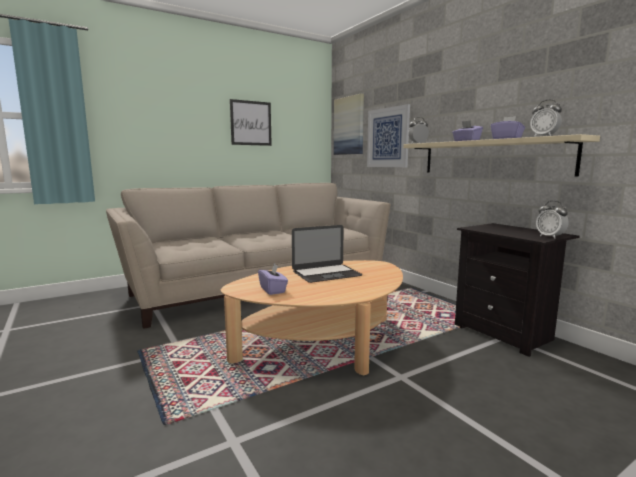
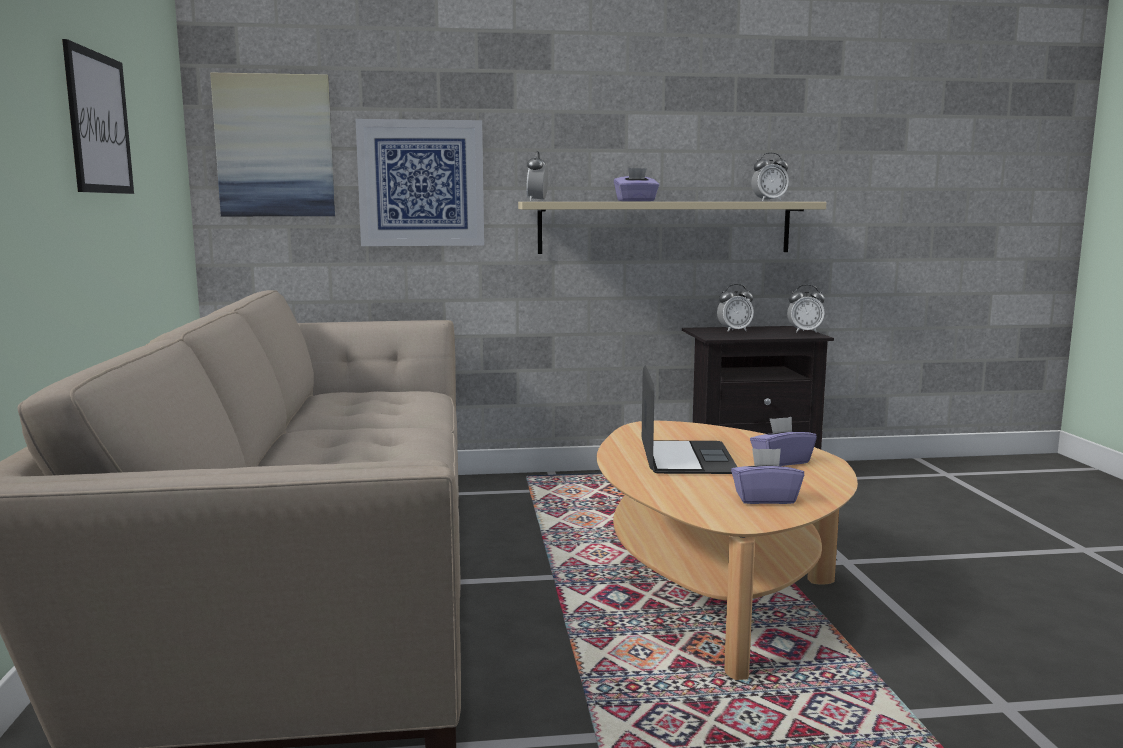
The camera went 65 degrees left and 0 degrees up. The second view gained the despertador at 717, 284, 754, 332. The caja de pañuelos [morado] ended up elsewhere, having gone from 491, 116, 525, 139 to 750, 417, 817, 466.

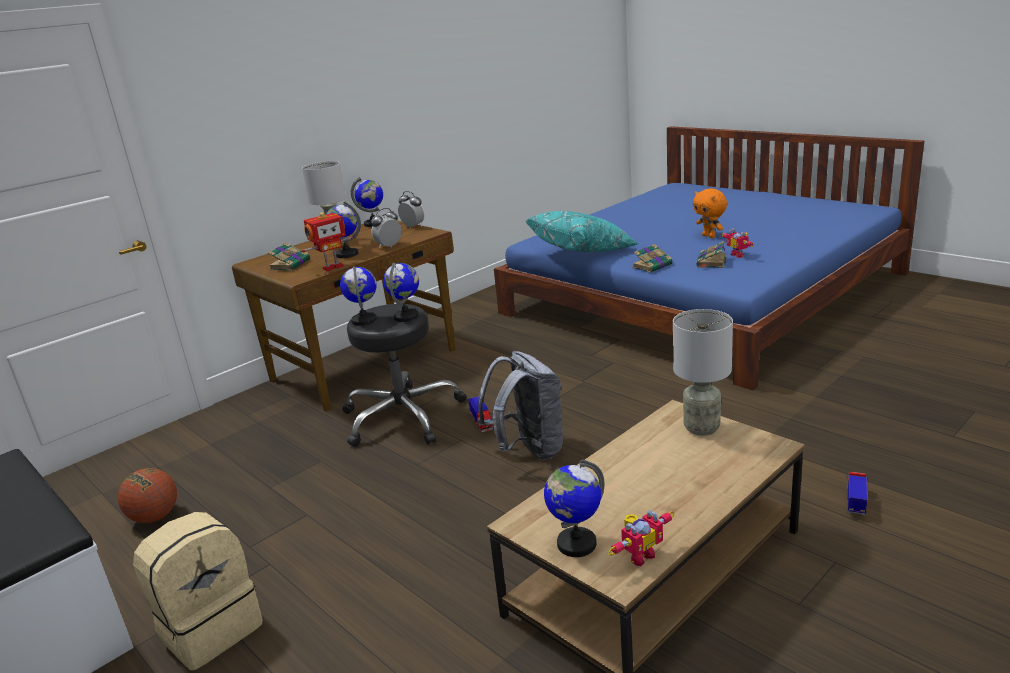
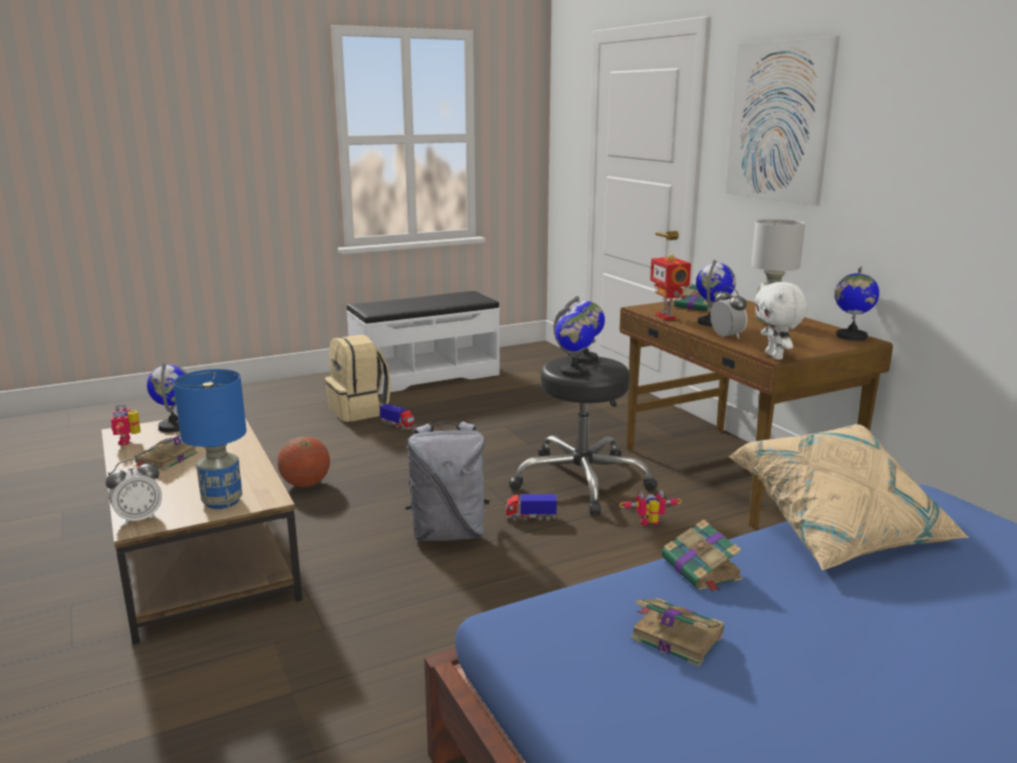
The camera went 105 degrees right and 5 degrees down. The second view lost the peluche [naranja] at 693, 189, 727, 238. The second view gained the libro at 133, 435, 198, 470. The second view gained the cuadro at 725, 36, 840, 206. The second view gained the peluche [blanco] at 755, 282, 808, 360. The balón de baloncesto ended up elsewhere, having gone from 118, 468, 177, 523 to 278, 436, 330, 487. The despertador ended up elsewhere, having gone from 398, 191, 425, 228 to 106, 458, 162, 526. The robot de juguete ended up elsewhere, having gone from 722, 228, 754, 258 to 620, 490, 682, 526. The camión de juguete ended up elsewhere, having gone from 846, 472, 868, 516 to 380, 404, 415, 431. What was the cojín [turquesa] at 526, 211, 639, 252 turned into the cojín [beis] at 728, 424, 969, 571. What was the lámpara de mesa [gris] at 673, 309, 733, 436 turned into the lámpara de mesa [azul] at 173, 369, 247, 509.

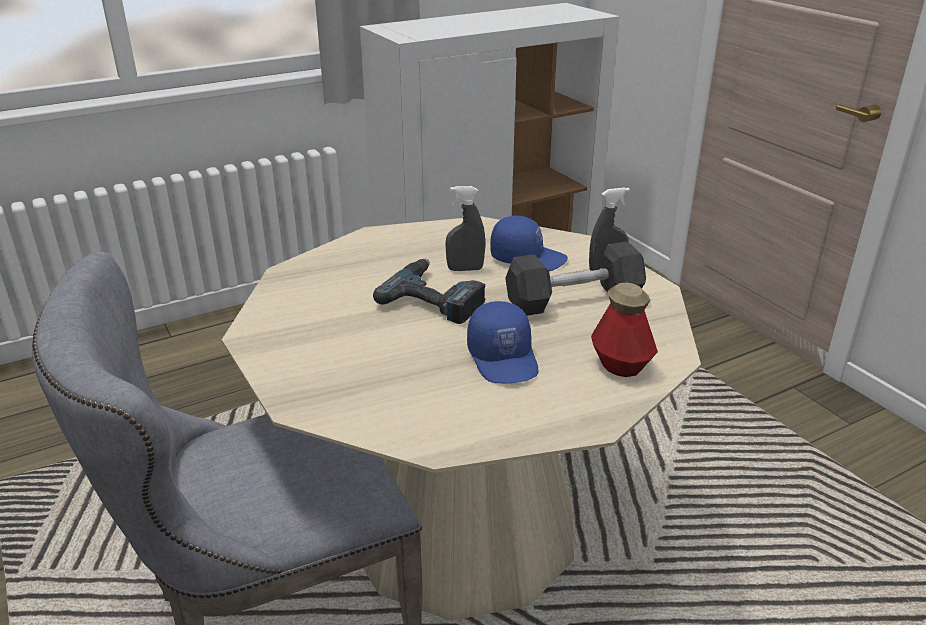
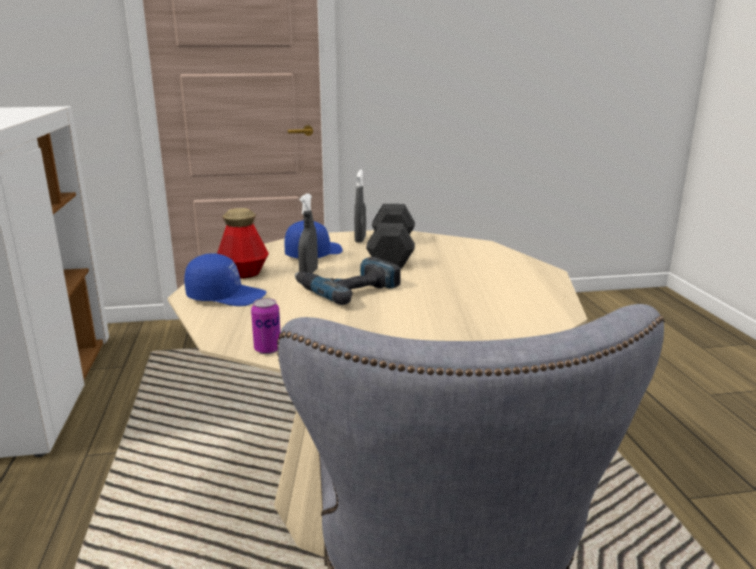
The camera went 70 degrees left and 10 degrees down. The second view gained the lata at 251, 298, 281, 354. The gorra [azul] ended up elsewhere, having gone from 467, 301, 539, 384 to 184, 253, 266, 306. The botella ended up elsewhere, having gone from 591, 282, 658, 377 to 217, 208, 269, 278.

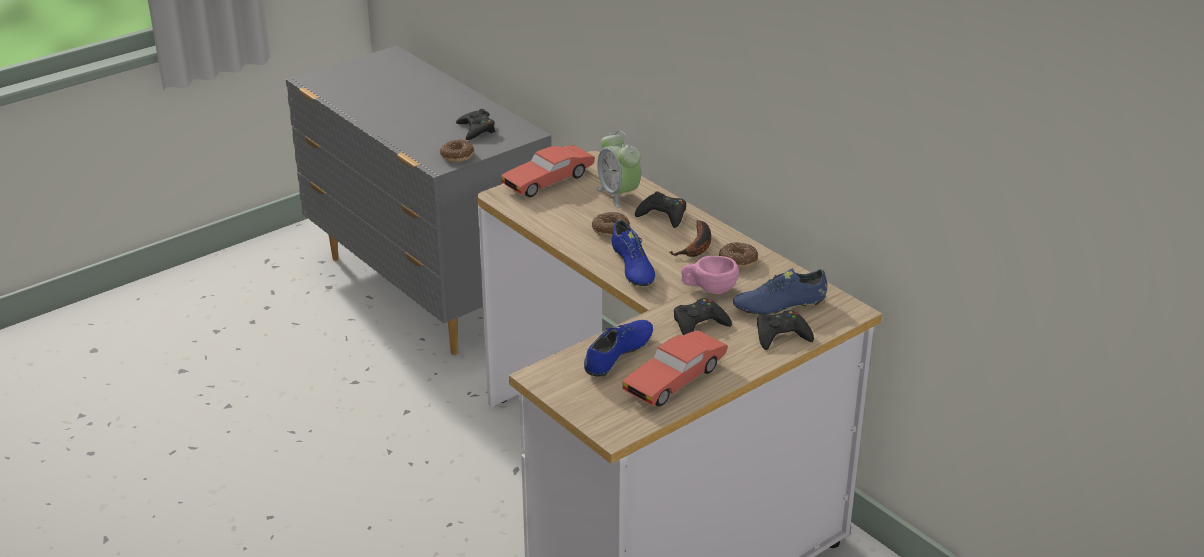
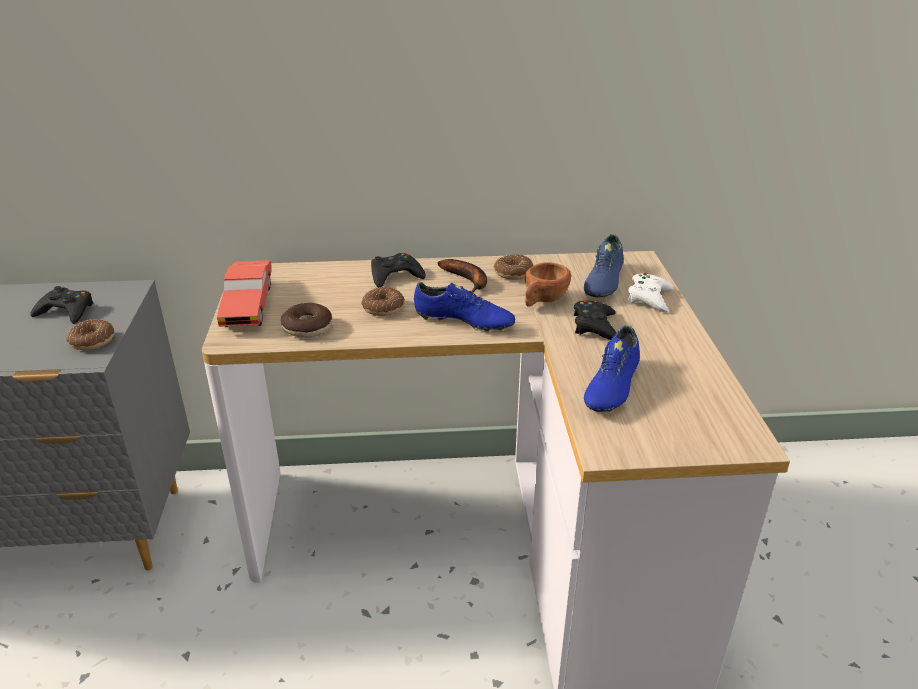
The camera went 55 degrees left and 0 degrees up. The second view lost the despertador at 596, 131, 641, 208. The second view lost the coche de juguete [rojo] at 622, 330, 728, 406. The second view gained the rosquilla at 281, 303, 332, 338. What was the taza [rosa] at 681, 256, 739, 294 turned into the taza [marrón] at 525, 262, 571, 306. What was the mando de consola [negro] at 757, 310, 814, 350 turned into the mando de consola [blanco] at 628, 273, 674, 313. The zapato [azul] at 584, 320, 653, 377 ended up facing another way, 135 degrees counterclockwise from before.

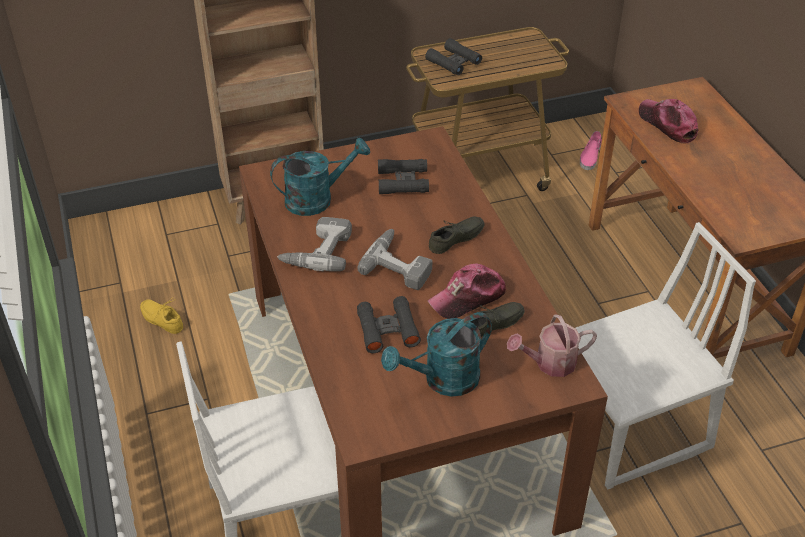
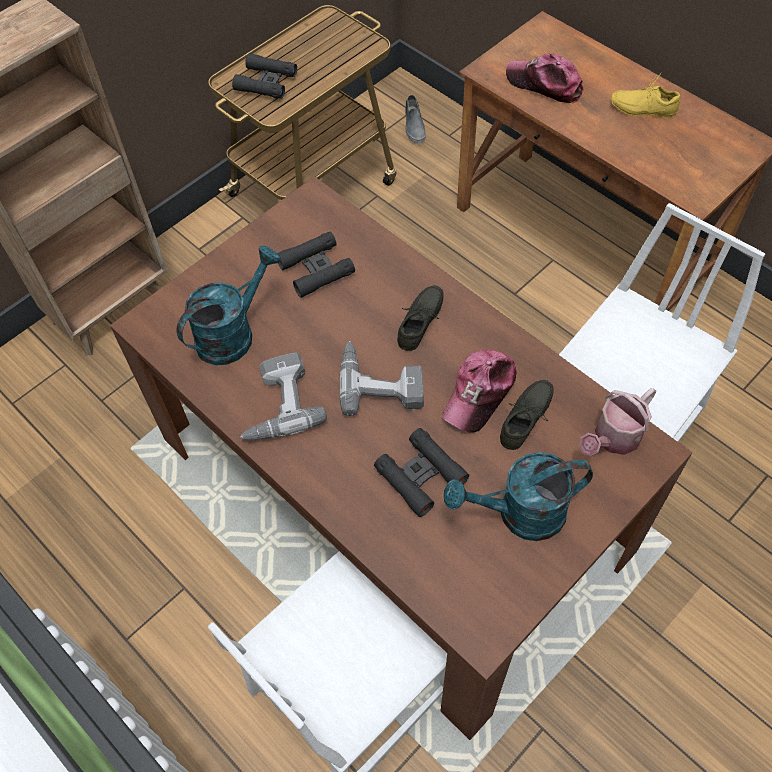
The camera went 25 degrees left and 15 degrees up. The zapato [amarillo] ended up elsewhere, having gone from 140, 297, 183, 334 to 611, 72, 680, 117. What was the zapato [rosa] at 580, 131, 602, 170 turned into the zapato [gris] at 405, 95, 426, 144. The regadera [turquesa] at 381, 312, 492, 397 ended up facing another way, 45 degrees clockwise from before.

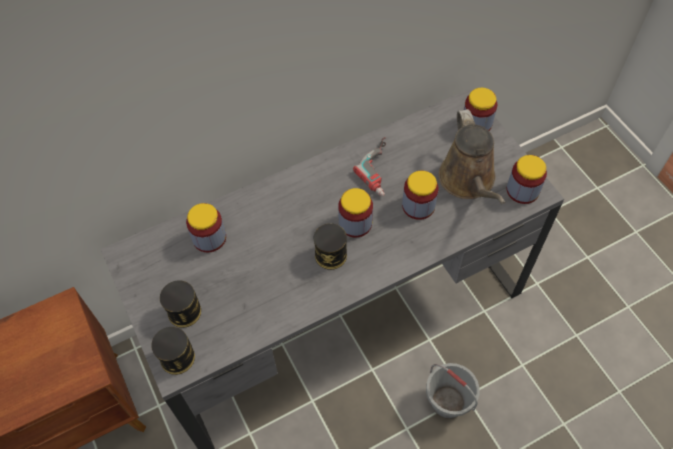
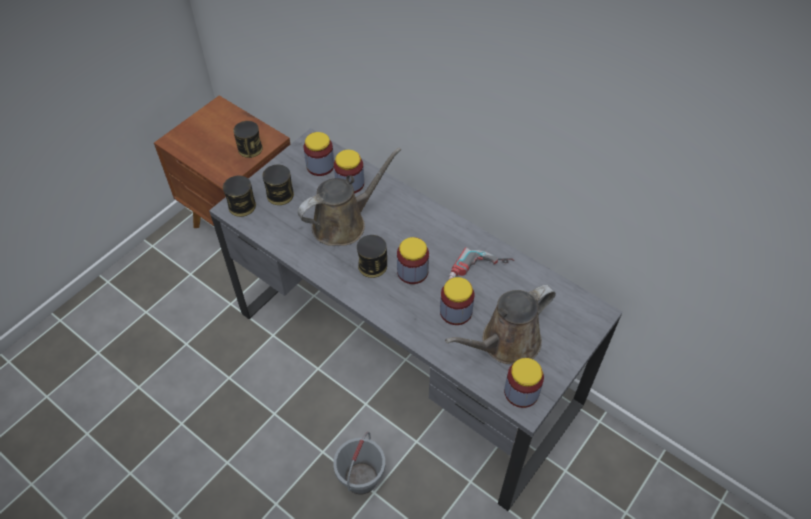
The camera went 65 degrees right and 5 degrees down. The second view gained the lata at 233, 121, 263, 158. The second view gained the regadera [marrón] at 297, 148, 401, 246. The tarro ended up elsewhere, having gone from 464, 88, 497, 131 to 304, 132, 334, 176.

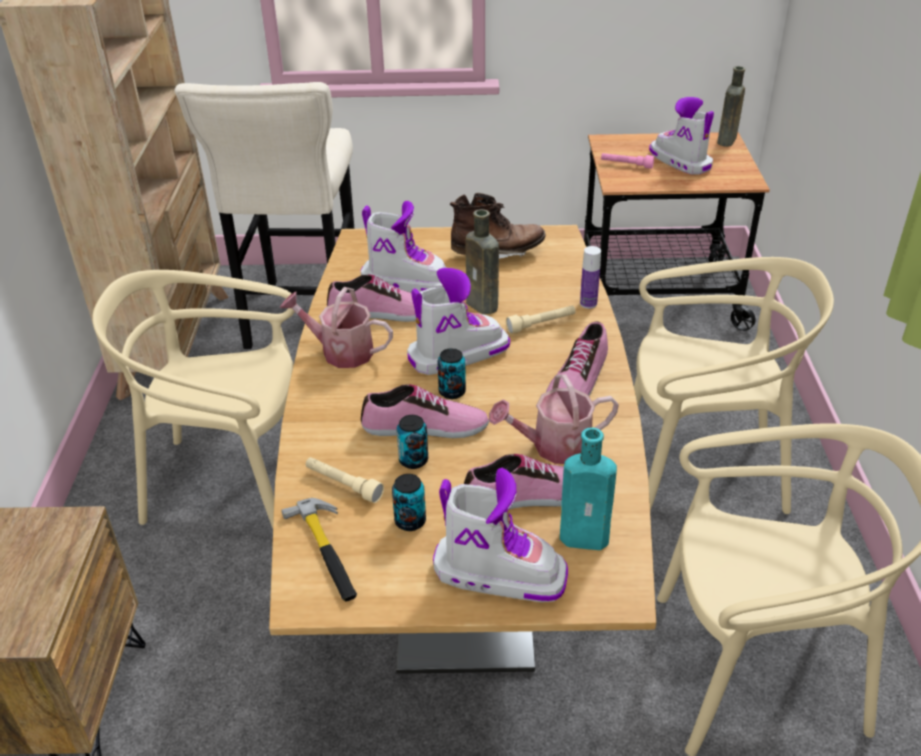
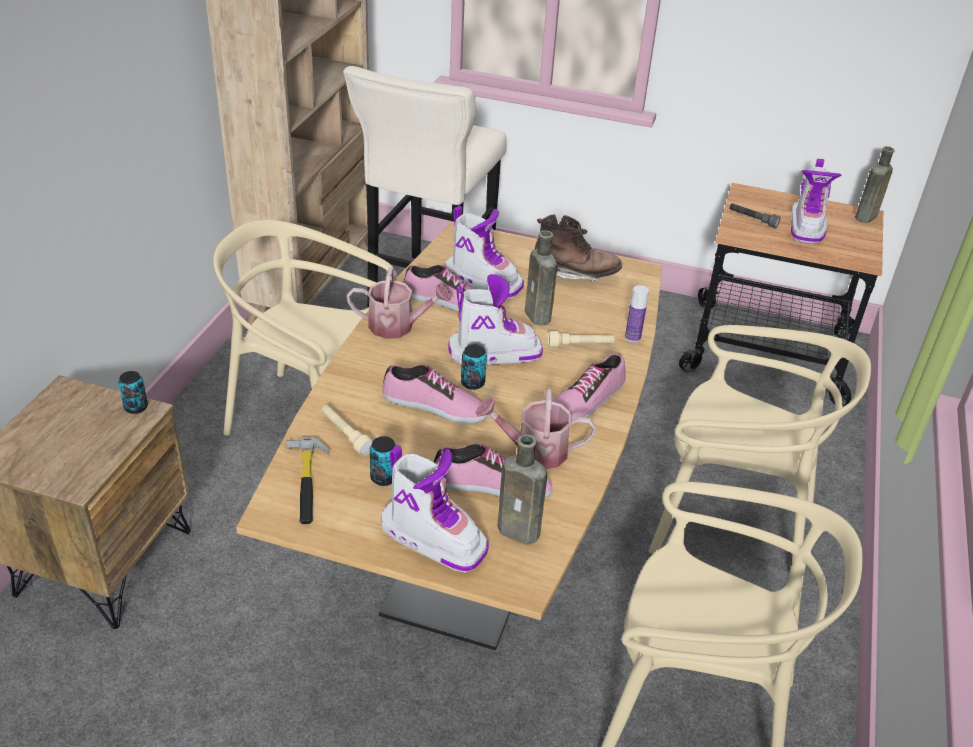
The camera went 15 degrees right and 0 degrees up. The lata ended up elsewhere, having gone from 397, 415, 428, 469 to 118, 371, 148, 414. What was the botella [turquesa] at 560, 428, 617, 550 turned into the botella [marrón] at 498, 434, 547, 545. What was the linterna [rosa] at 601, 153, 654, 169 turned into the linterna [gris] at 729, 203, 781, 228. The regadera at 280, 287, 393, 368 ended up facing another way, 150 degrees clockwise from before. The bota at 649, 97, 714, 174 ended up facing another way, 150 degrees counterclockwise from before.

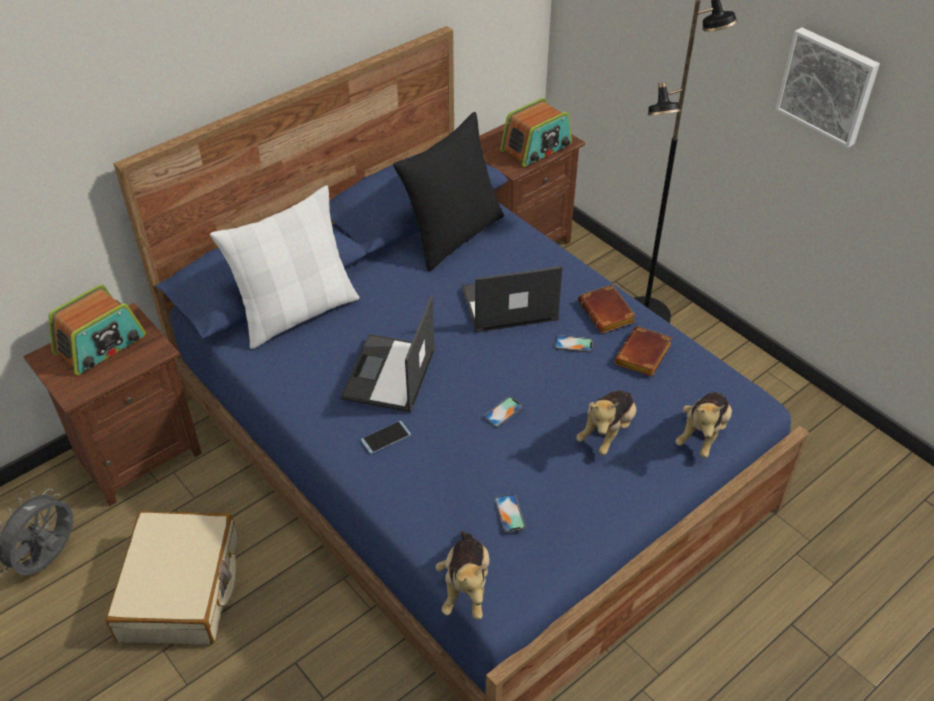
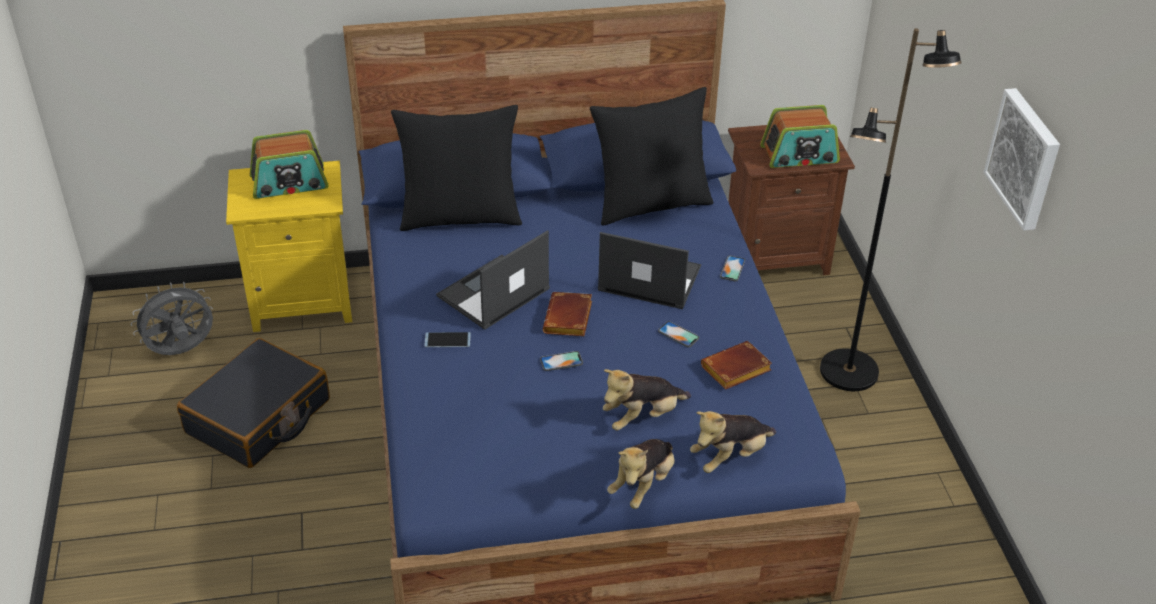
The camera went 30 degrees right and 5 degrees down. The peluche ended up elsewhere, having gone from 436, 531, 489, 620 to 607, 439, 675, 509. The móvil ended up elsewhere, having gone from 495, 494, 525, 533 to 720, 255, 745, 282. The libro [marrón] ended up elsewhere, having gone from 578, 285, 636, 333 to 543, 292, 592, 336. What was the mesita de noche [marrón] at 23, 303, 202, 507 turned into the mesita de noche [amarillo] at 226, 161, 352, 332. What was the maleta [beis] at 105, 511, 238, 645 turned into the maleta [negro] at 177, 338, 330, 468. What was the cojín [blanco] at 210, 185, 360, 349 turned into the cojín [negro] at 391, 105, 522, 231.

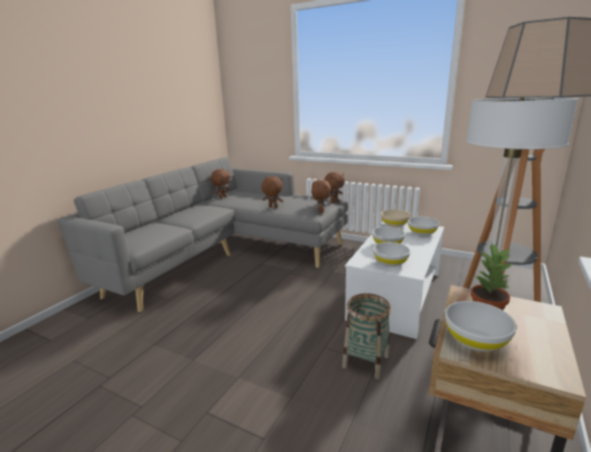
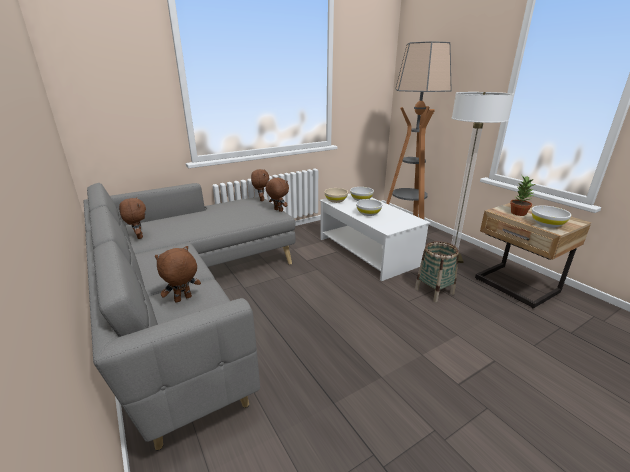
The camera went 60 degrees left and 5 degrees up. The second view lost the cuenco [blanco] at 373, 242, 410, 267. The peluche [marrón] ended up elsewhere, having gone from 261, 176, 283, 208 to 155, 246, 201, 303.

